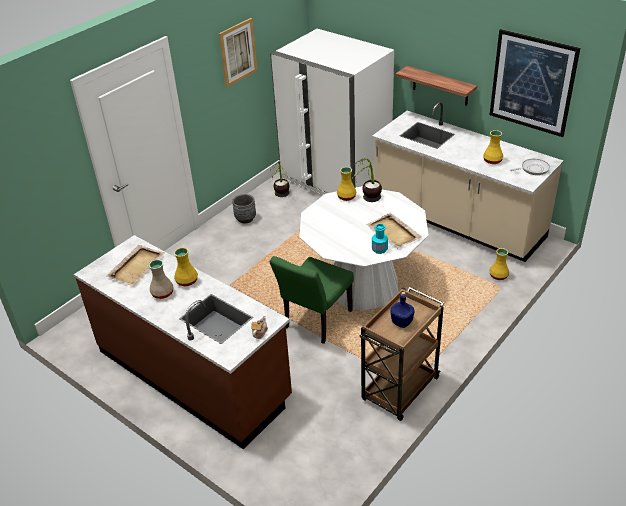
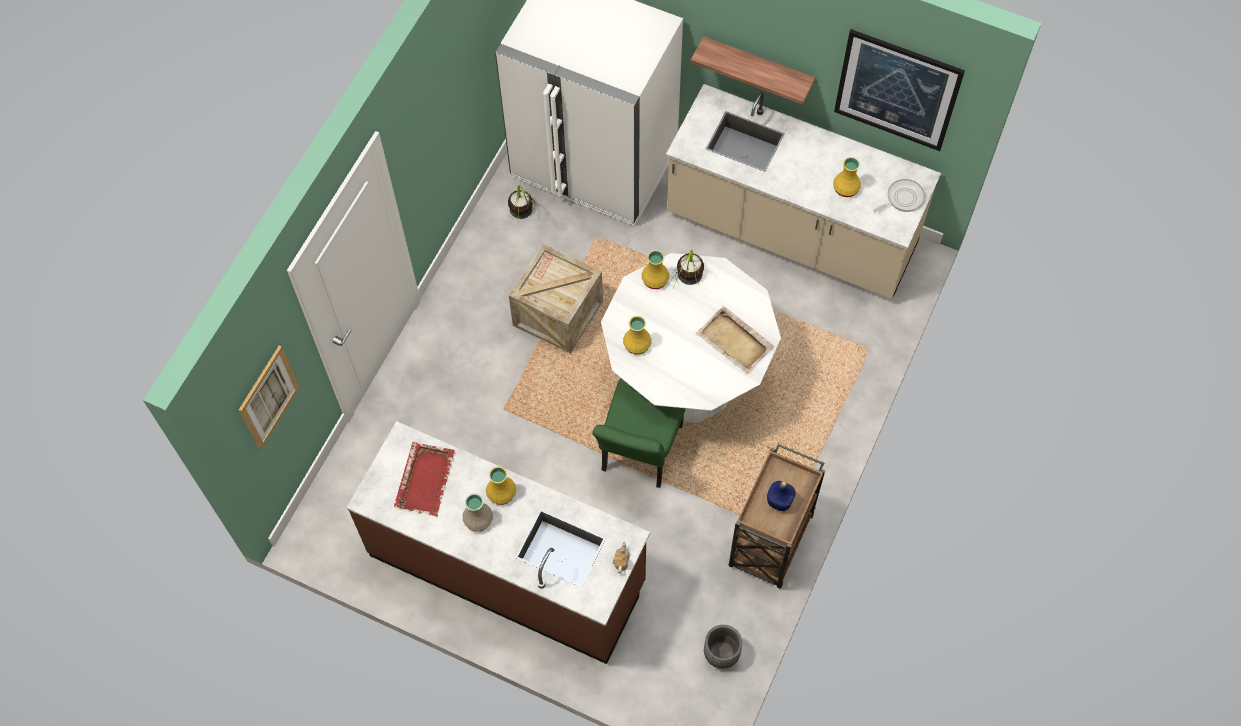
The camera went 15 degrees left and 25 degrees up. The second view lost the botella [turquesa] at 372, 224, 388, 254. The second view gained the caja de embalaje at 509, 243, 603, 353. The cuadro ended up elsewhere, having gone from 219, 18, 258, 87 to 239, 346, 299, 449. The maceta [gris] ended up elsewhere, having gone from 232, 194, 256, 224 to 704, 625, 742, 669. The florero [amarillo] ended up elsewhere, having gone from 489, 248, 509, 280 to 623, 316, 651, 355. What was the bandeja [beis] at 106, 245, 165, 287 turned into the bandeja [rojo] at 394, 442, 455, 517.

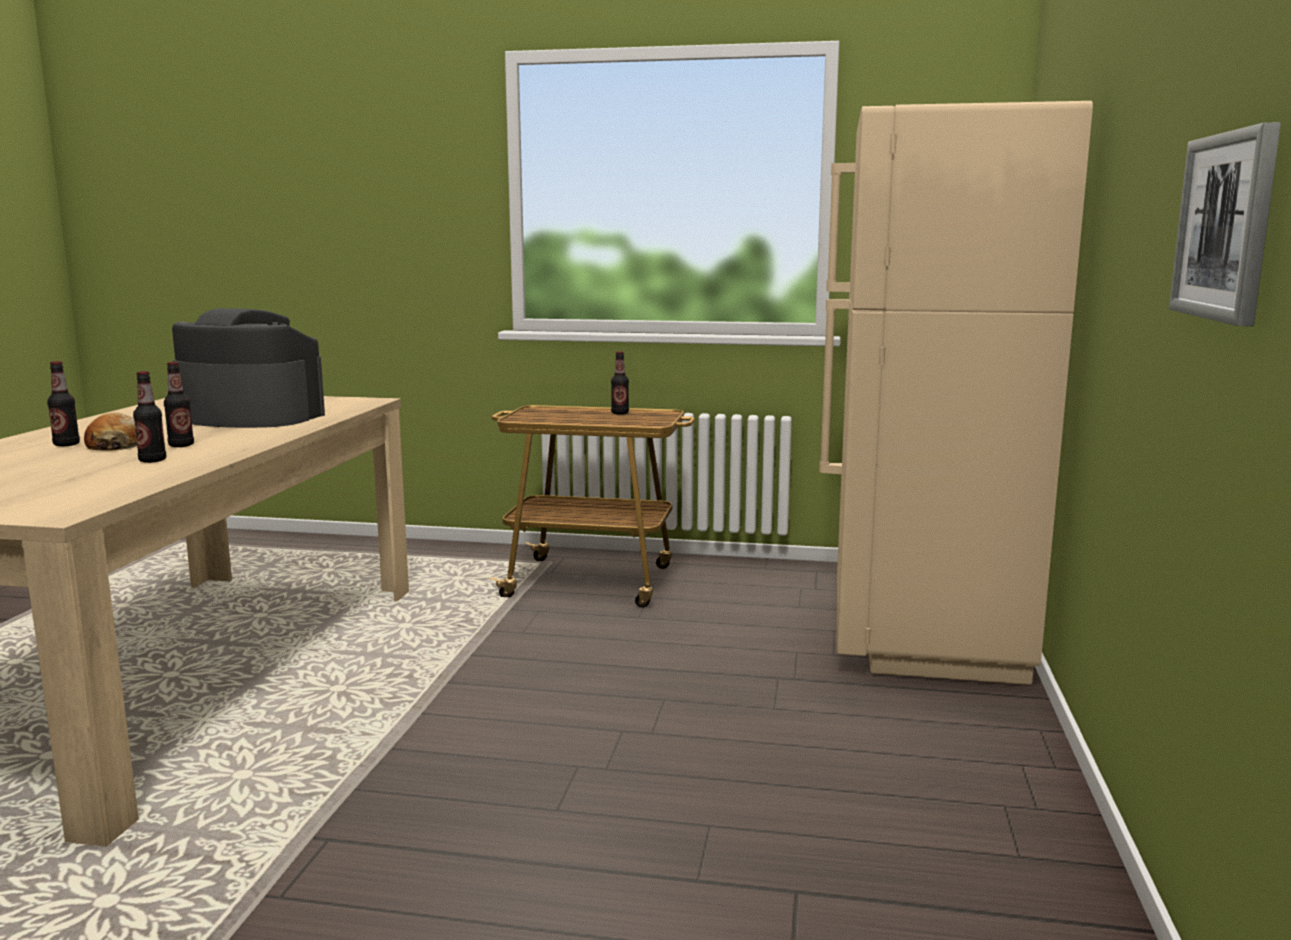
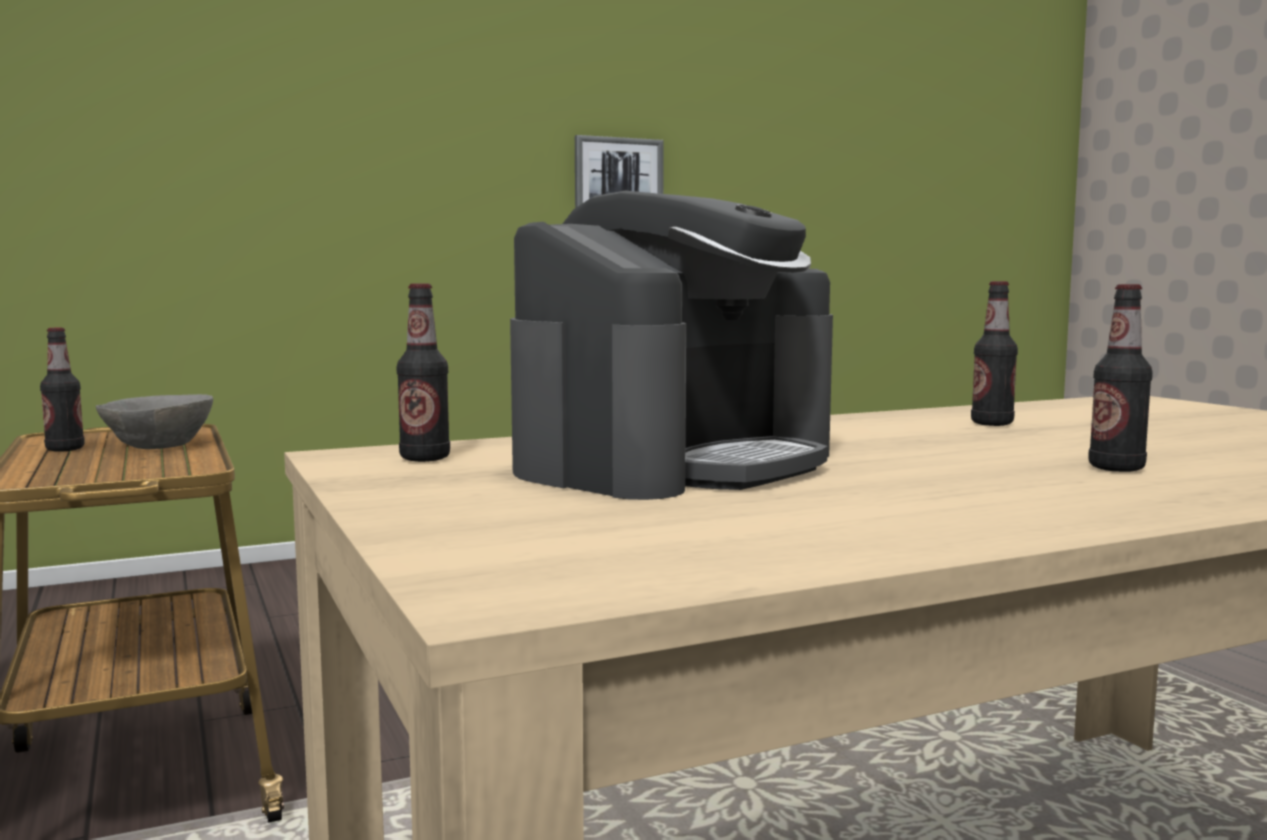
The camera went 125 degrees left and 5 degrees down. The second view lost the pan at 84, 412, 137, 451. The second view lost the nevera [beis] at 819, 101, 1093, 685. The second view gained the cuenco [gris] at 96, 394, 213, 449. The botella ended up elsewhere, having gone from 164, 362, 194, 447 to 397, 283, 450, 462. The cafetera at 172, 308, 325, 428 ended up facing another way, 120 degrees counterclockwise from before.

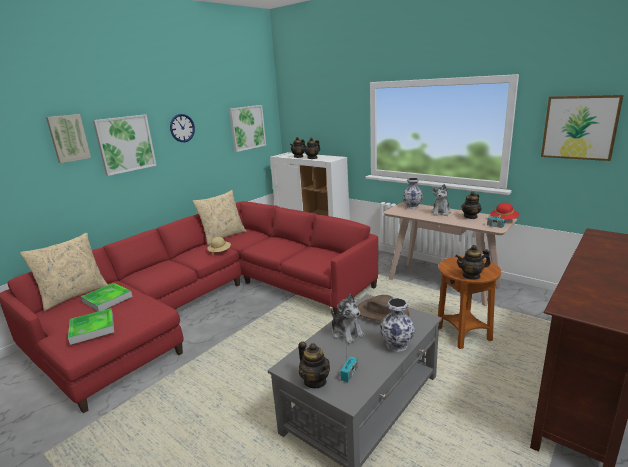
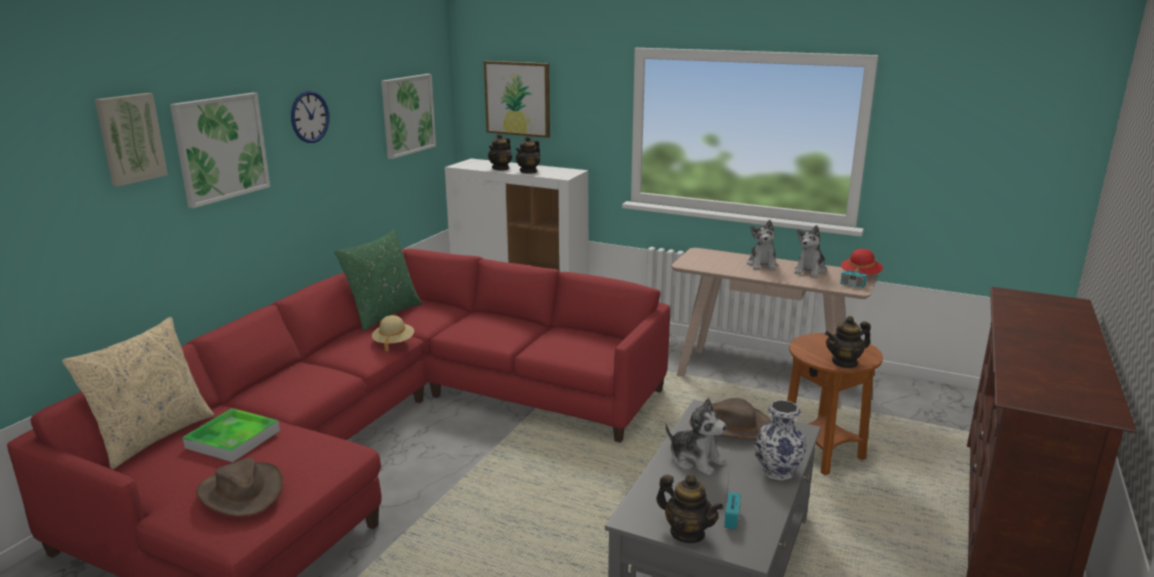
The camera went 15 degrees left and 0 degrees up. The second view lost the florero at 402, 178, 423, 209. The cuadro ended up elsewhere, having gone from 541, 95, 624, 161 to 484, 61, 550, 138. Where the bandeja stood at 68, 308, 114, 345, the sombrero [marrón] came to stand at 196, 458, 283, 517. Where the tetera stood at 461, 191, 481, 219, the peluche came to stand at 794, 225, 827, 278. What was the cojín [beis] at 193, 190, 247, 245 turned into the cojín [verde] at 334, 229, 422, 331.

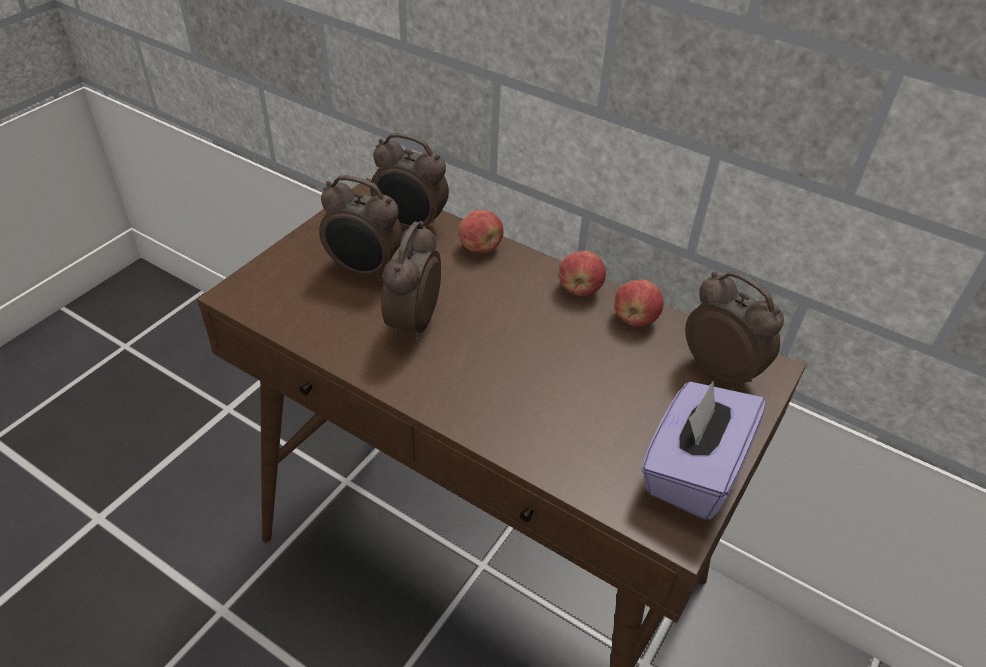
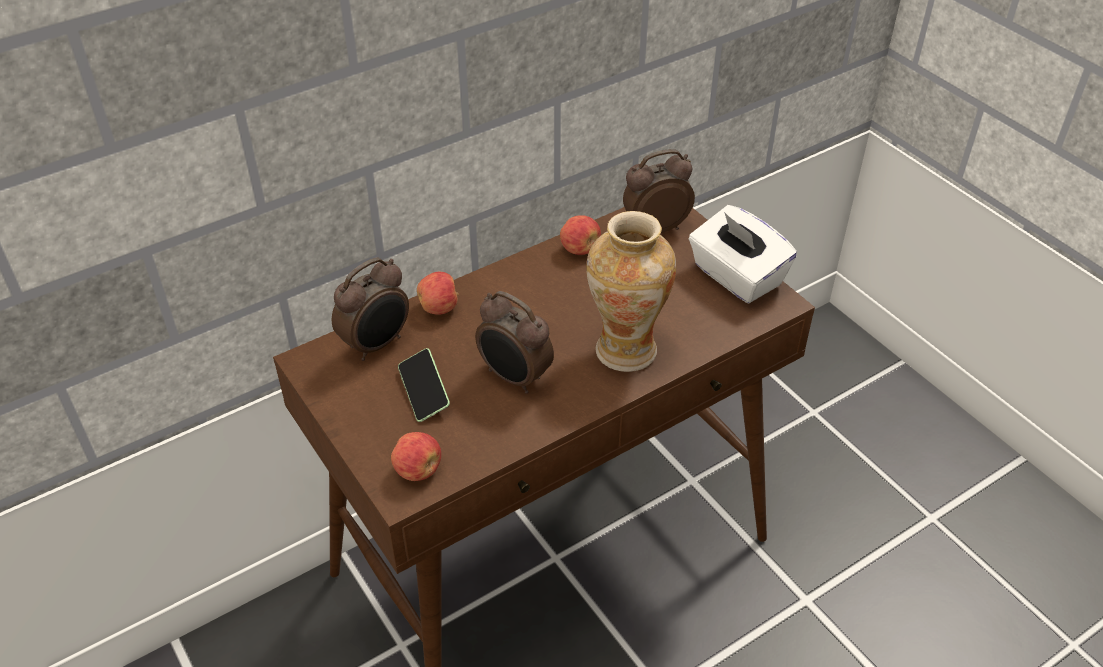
The camera went 65 degrees left and 0 degrees up. The second view gained the florero at 586, 211, 676, 372. The manzana ended up elsewhere, having gone from 559, 251, 606, 296 to 391, 432, 441, 481. Where the despertador stood at 319, 175, 403, 282, the móvil came to stand at 398, 348, 450, 422. What was the caja de pañuelos [morado] at 642, 381, 766, 520 turned into the caja de pañuelos [blanco] at 688, 205, 797, 303.

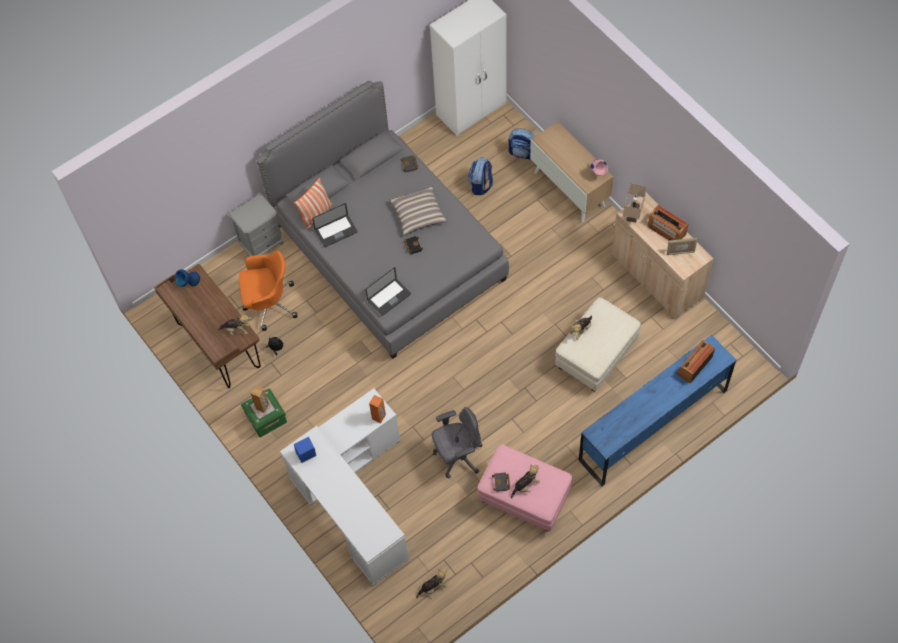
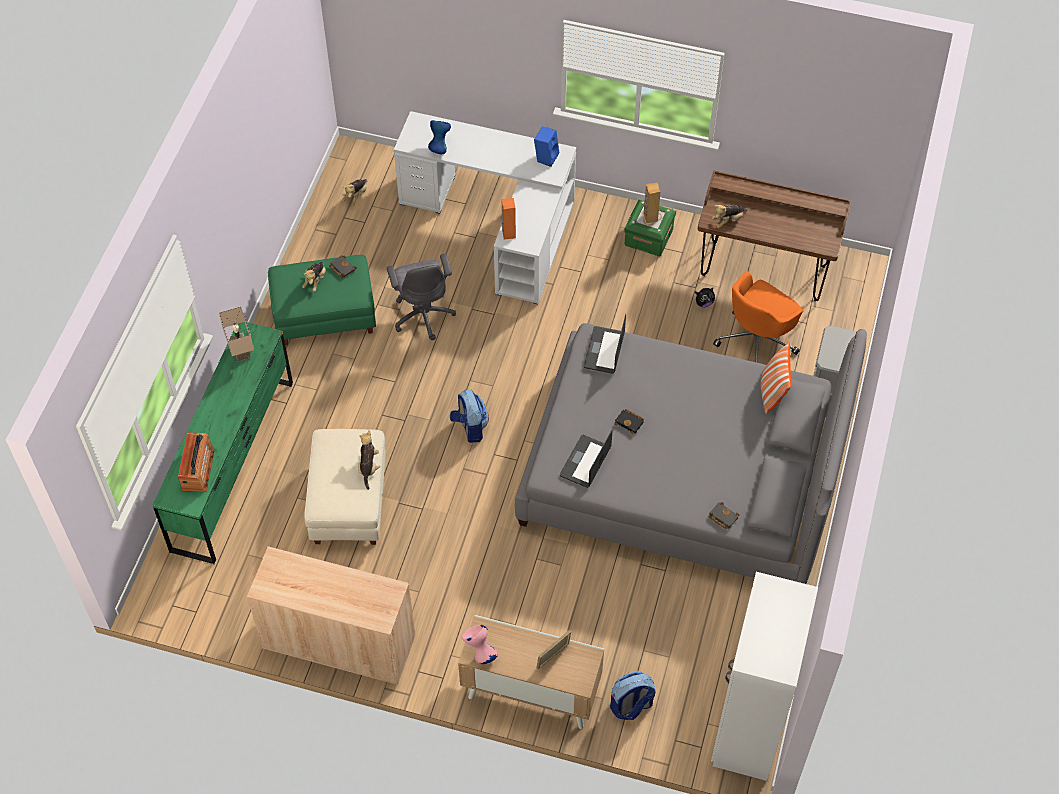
The camera went 140 degrees right and 5 degrees down. The second view lost the cojín at 389, 186, 446, 236. The second view lost the radio at 648, 205, 688, 241. The florero [azul] ended up elsewhere, having gone from 175, 269, 200, 287 to 428, 120, 451, 154. The portátil ended up elsewhere, having gone from 312, 203, 358, 247 to 560, 430, 613, 488. The mochila ended up elsewhere, having gone from 468, 157, 493, 195 to 450, 389, 489, 443. The lámpara de mesa [beis] ended up elsewhere, having gone from 623, 183, 647, 223 to 219, 307, 254, 362. The portarretratos ended up elsewhere, having gone from 667, 238, 697, 255 to 536, 630, 571, 669. What was the puf [rosa] at 477, 444, 572, 532 turned into the puf [verde] at 268, 255, 376, 346. What was the cómoda [azul] at 579, 335, 736, 486 turned into the cómoda [verde] at 152, 322, 293, 564. The silla de oficina [gris] at 432, 407, 483, 479 ended up facing another way, 45 degrees counterclockwise from before.

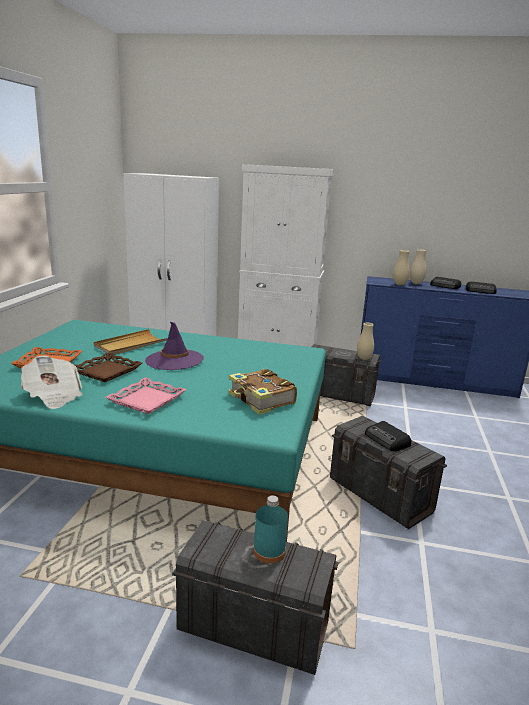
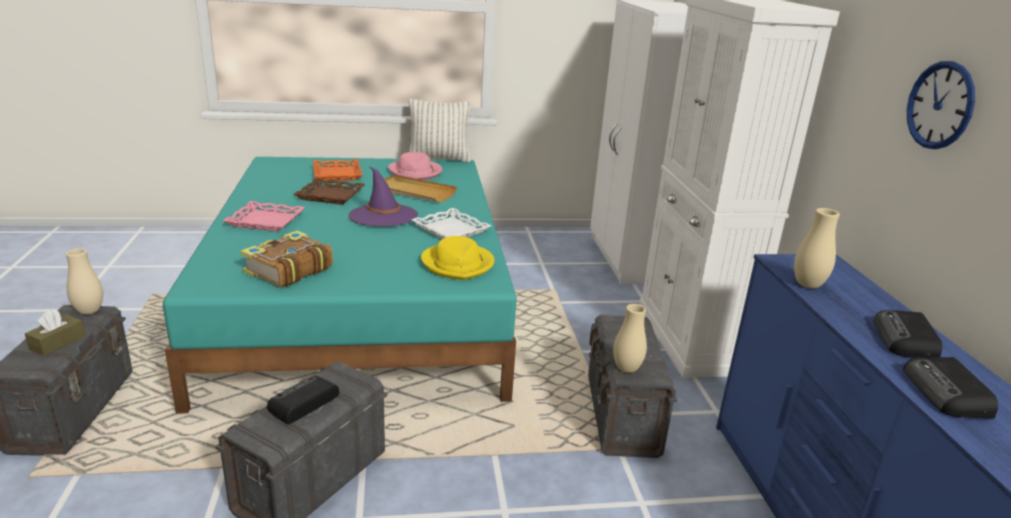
The camera went 70 degrees right and 5 degrees up. The second view lost the periódico at 21, 356, 82, 409. The second view gained the sombrero [rosa] at 388, 152, 442, 180. The second view gained the cojín at 409, 99, 472, 162. The second view gained the bandeja [blanco] at 411, 208, 491, 239. The second view gained the sombrero [amarillo] at 421, 236, 494, 280. The second view gained the reloj de pared at 907, 61, 975, 149. The florero [beis] ended up elsewhere, having gone from 410, 249, 426, 284 to 66, 248, 103, 315. Where the botella [turquesa] stood at 253, 495, 288, 563, the caja de pañuelos [marrón] came to stand at 25, 309, 85, 356.

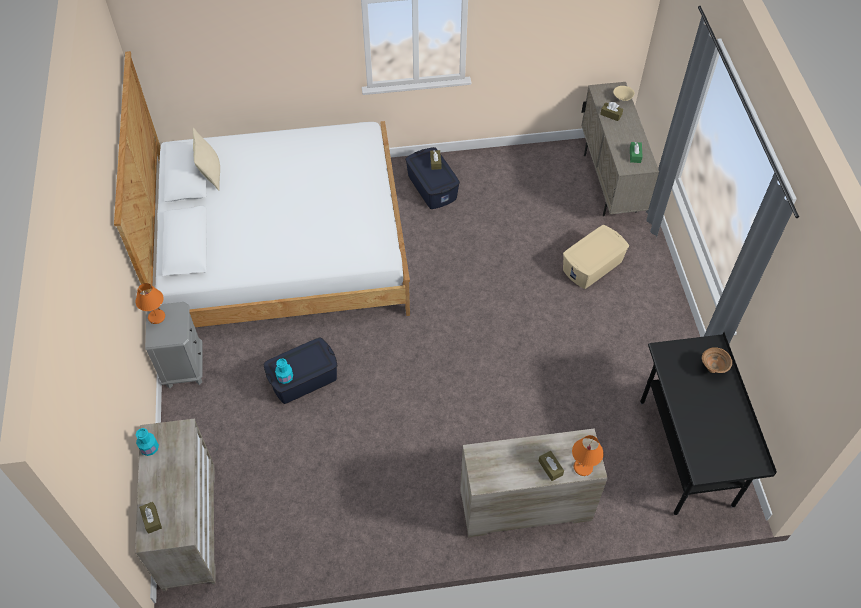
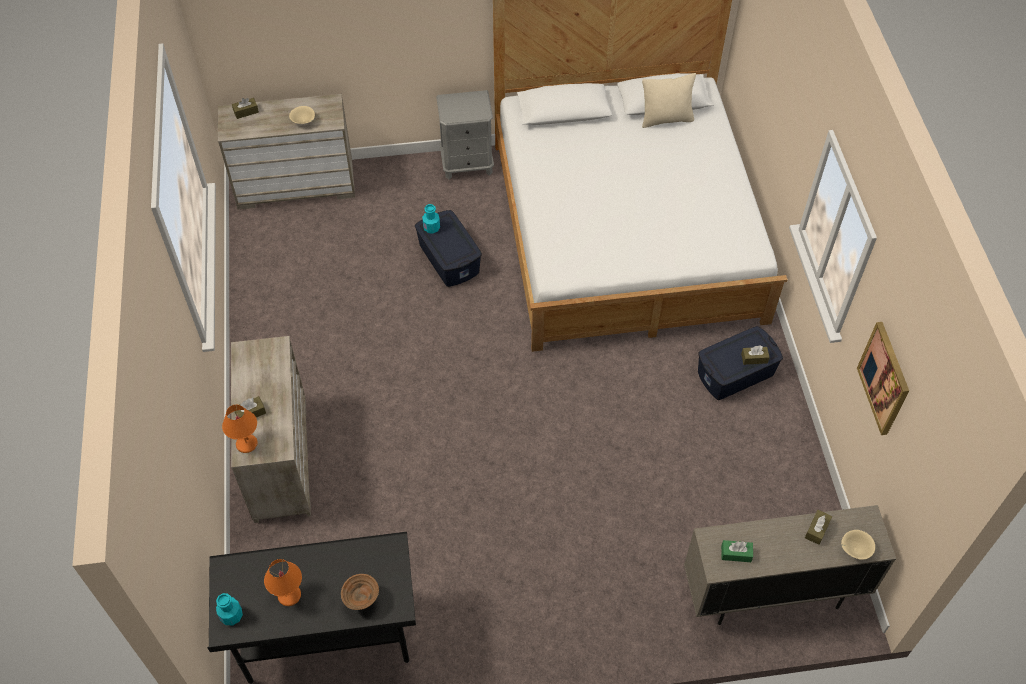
The camera went 90 degrees right and 0 degrees up. The second view lost the caja de almacenaje [beis] at 563, 225, 629, 289. The second view gained the cuenco [beis] at 289, 106, 315, 124. The second view gained the cuadro at 857, 322, 909, 435. The lámpara de mesa [naranja] ended up elsewhere, having gone from 136, 283, 165, 324 to 264, 559, 302, 606. The botella [turquesa] ended up elsewhere, having gone from 136, 428, 159, 456 to 216, 593, 243, 625.

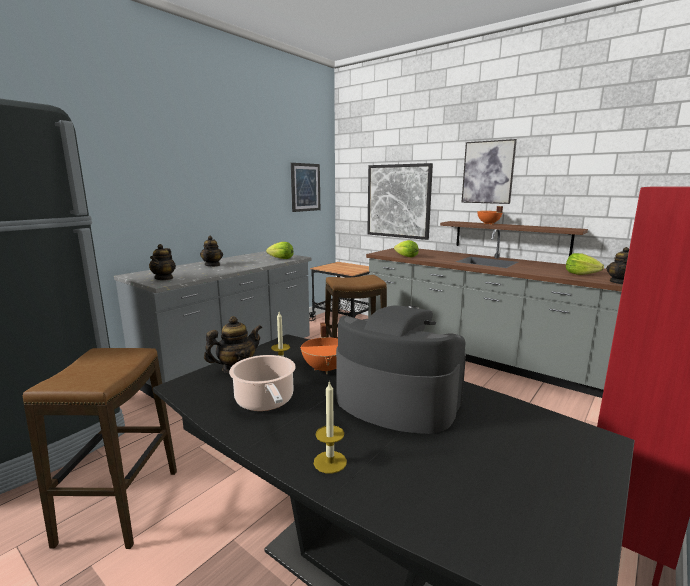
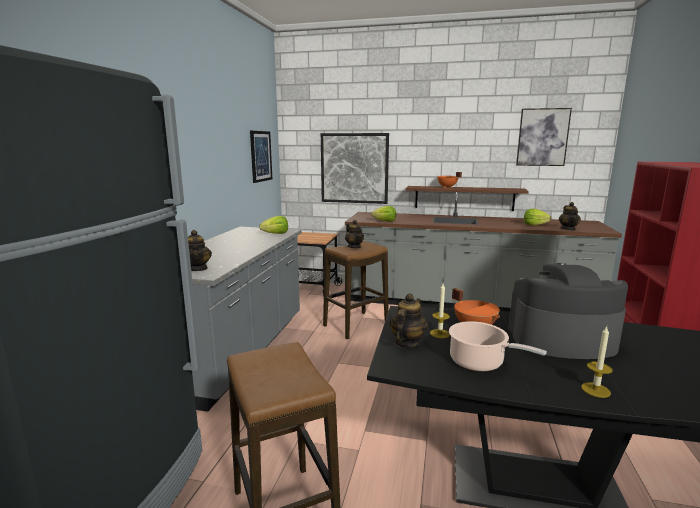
The camera went 25 degrees left and 0 degrees up. The tetera ended up elsewhere, having gone from 200, 236, 223, 267 to 345, 220, 364, 248. The cuadro ended up elsewhere, having gone from 462, 139, 517, 204 to 516, 108, 572, 166.

